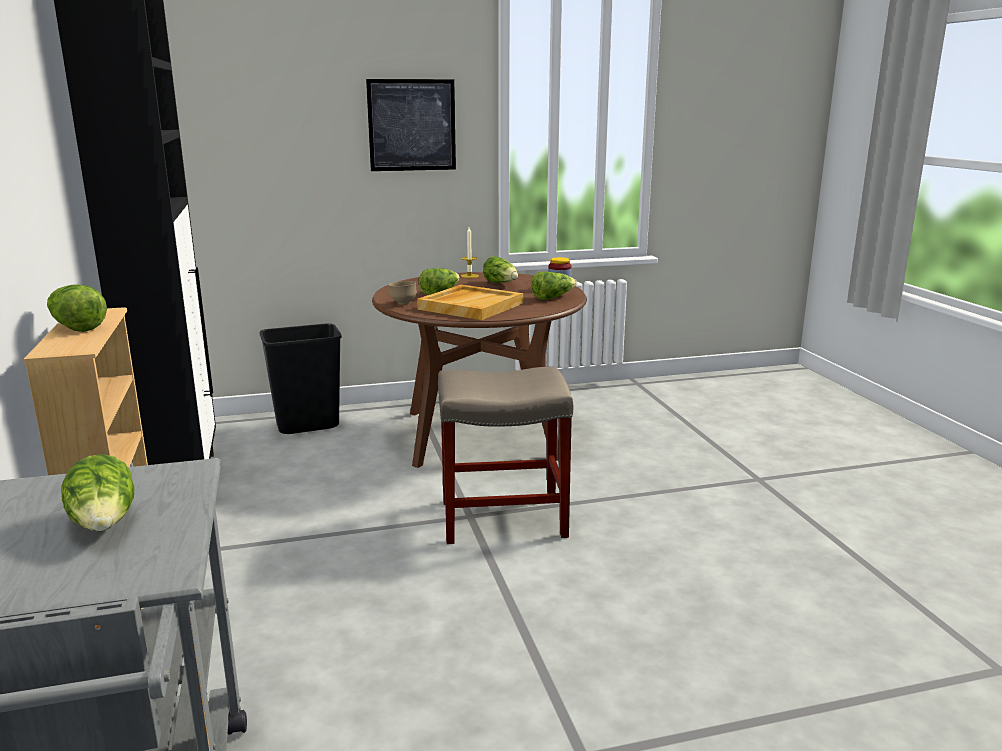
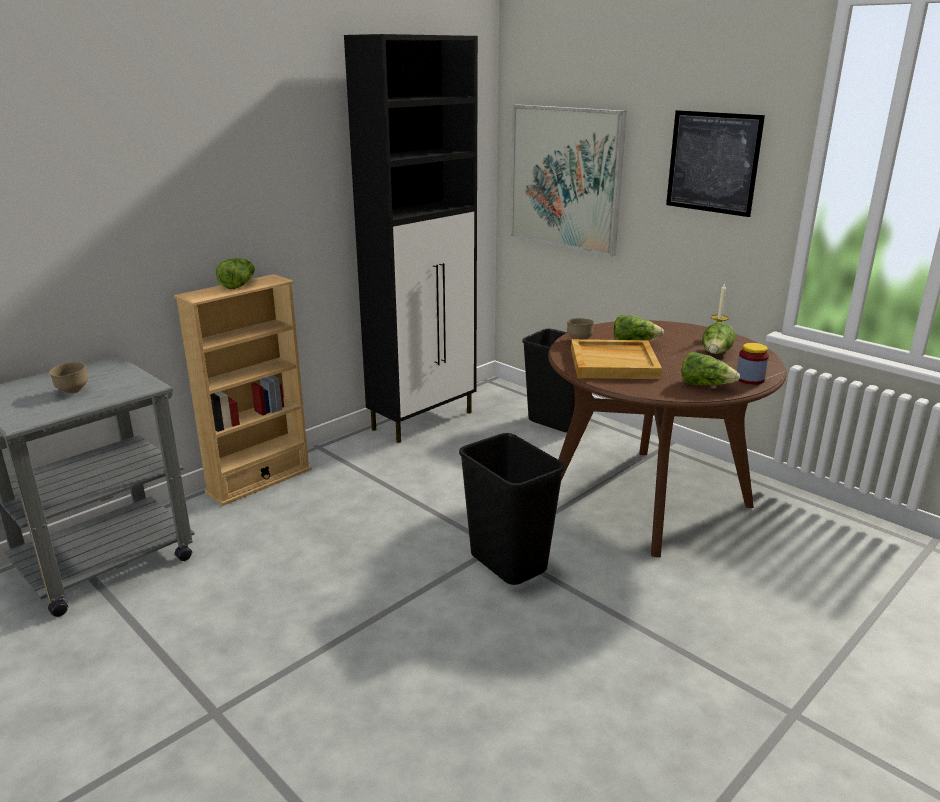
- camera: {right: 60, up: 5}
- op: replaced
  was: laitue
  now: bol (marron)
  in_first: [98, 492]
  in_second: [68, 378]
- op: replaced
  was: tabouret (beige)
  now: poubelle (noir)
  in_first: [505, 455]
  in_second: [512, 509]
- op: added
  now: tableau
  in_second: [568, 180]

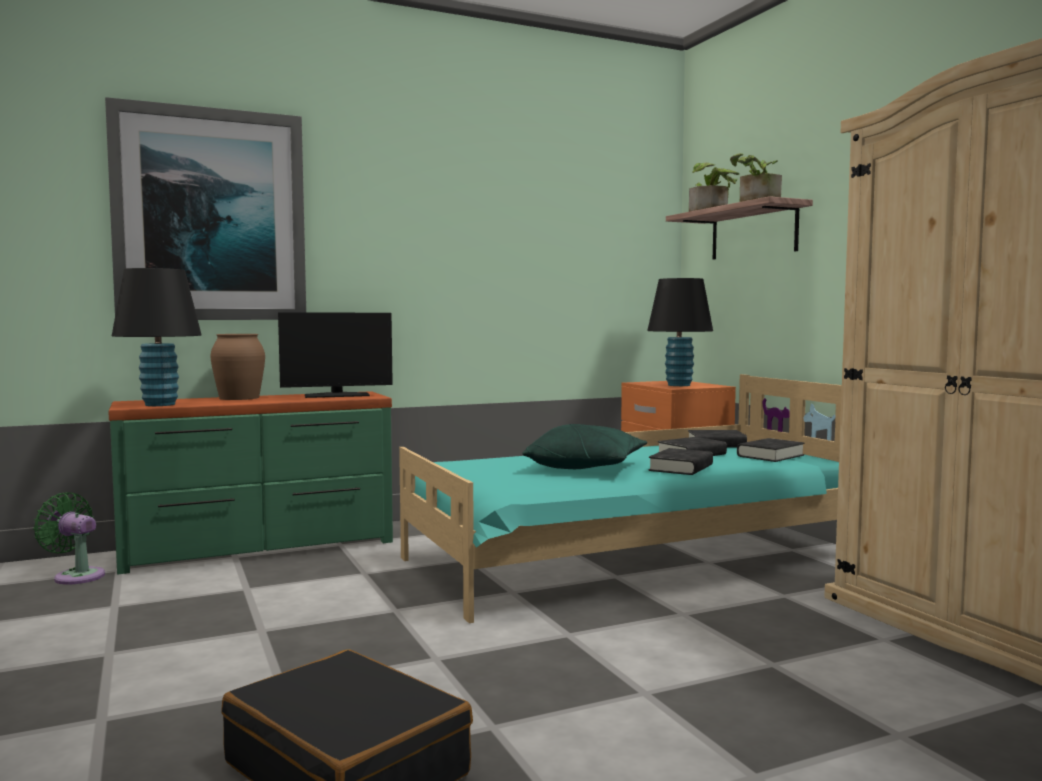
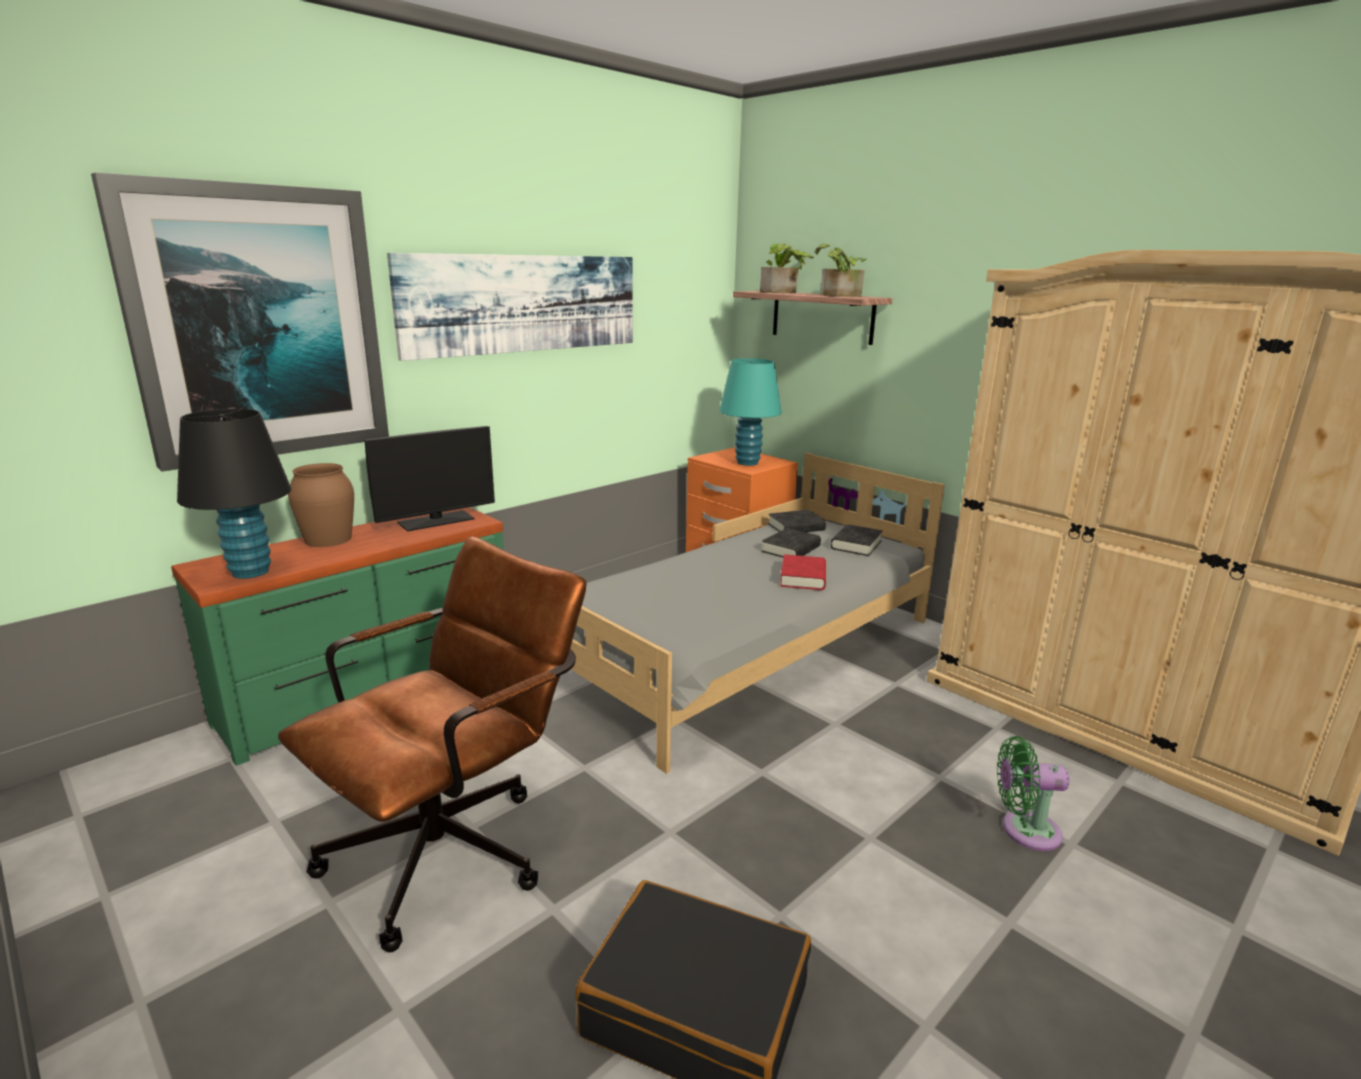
- camera: {right: -20, up: 15}
- op: moved
  was: ventilateur (vert)
  in_first: [69, 538]
  in_second: [1033, 793]
- op: recoloured
  was: lit (turquoise)
  now: lit (gris)
  in_first: [620, 498]
  in_second: [757, 613]
- op: removed
  was: coussin (vert)
  in_first: [584, 446]
- op: recoloured
  was: lampe de table (noir)
  now: lampe de table (turquoise)
  in_first: [680, 332]
  in_second: [750, 412]
- op: recoloured
  was: livre (noir)
  now: livre (rouge)
  in_first: [681, 461]
  in_second: [803, 572]
- op: added
  now: chaise de bureau (marron)
  in_second: [432, 745]
- op: added
  now: tableau
  in_second: [510, 307]

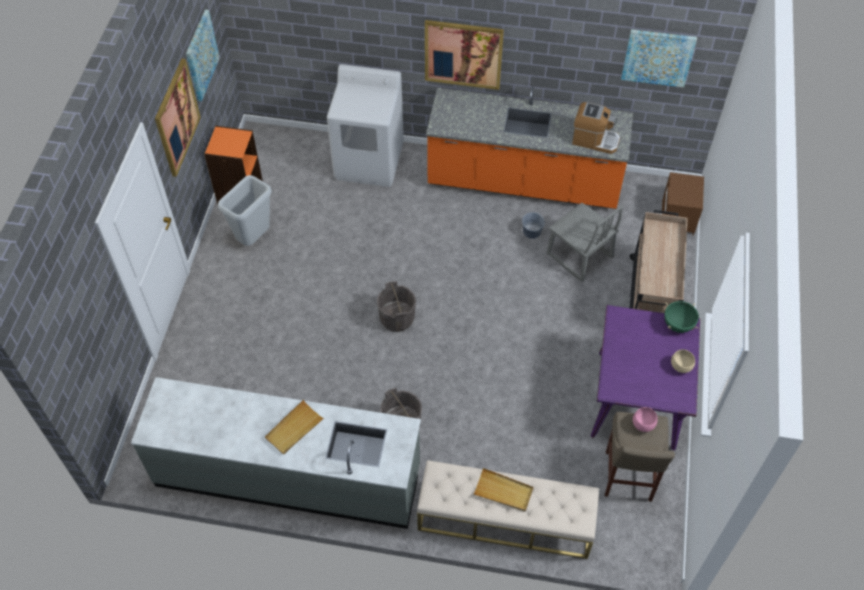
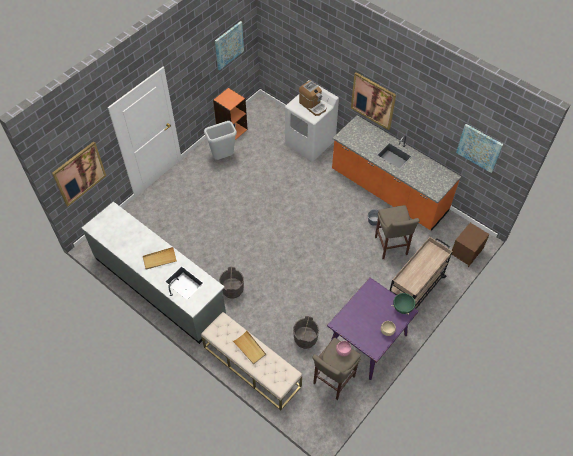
- camera: {right: 30, up: 0}
- op: moved
  was: tableau
  in_first: [178, 117]
  in_second: [79, 173]
- op: moved
  was: seau (gris)
  in_first: [396, 306]
  in_second: [306, 332]
- op: replaced
  was: chaise (gris)
  now: tabouret (beige)
  in_first: [585, 242]
  in_second: [397, 232]
- op: moved
  was: machine à café
  in_first: [596, 128]
  in_second: [313, 98]

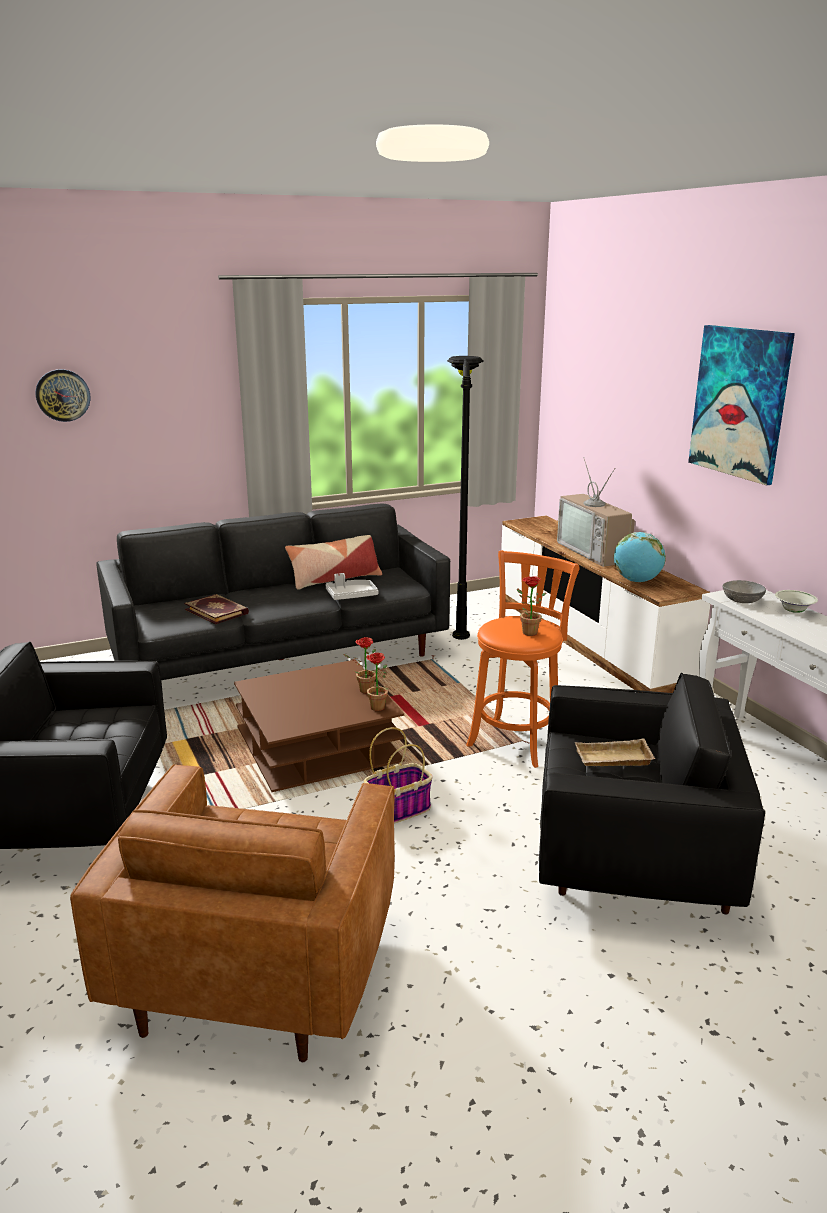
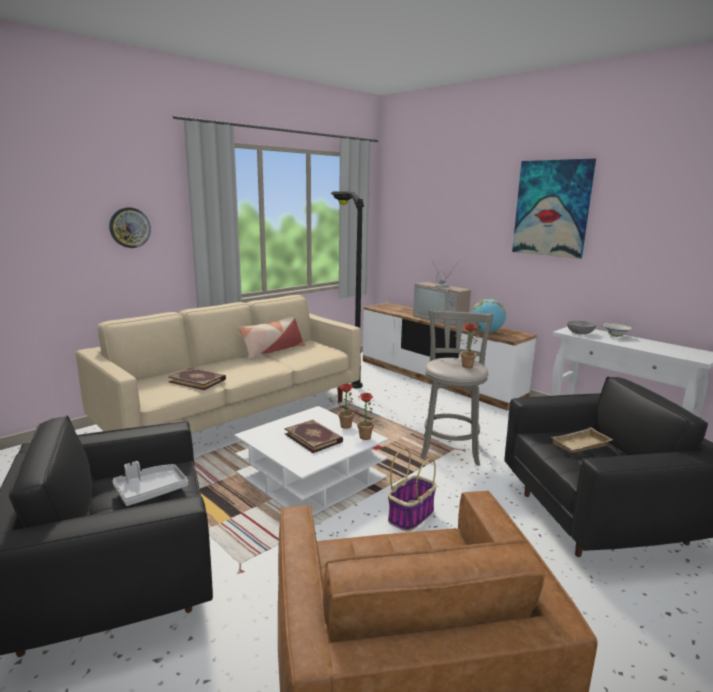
- camera: {right: -20, up: -5}
- op: moved
  was: horloge murale
  in_first: [62, 395]
  in_second: [130, 227]
- op: recoloured
  was: canapé (noir)
  now: canapé (beige)
  in_first: [273, 592]
  in_second: [218, 364]
- op: recoloured
  was: table basse (marron)
  now: table basse (blanc)
  in_first: [319, 726]
  in_second: [311, 461]
- op: moved
  was: plateau (gris)
  in_first: [352, 586]
  in_second: [150, 483]
- op: recoloured
  was: tabouret (orange)
  now: tabouret (gris)
  in_first: [523, 659]
  in_second: [456, 388]
- op: added
  now: livre
  in_second: [313, 436]

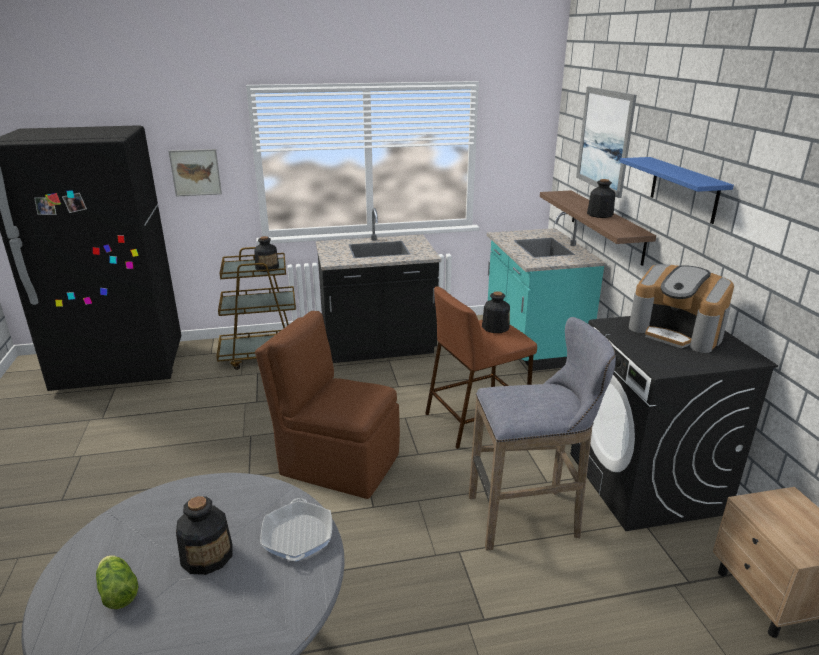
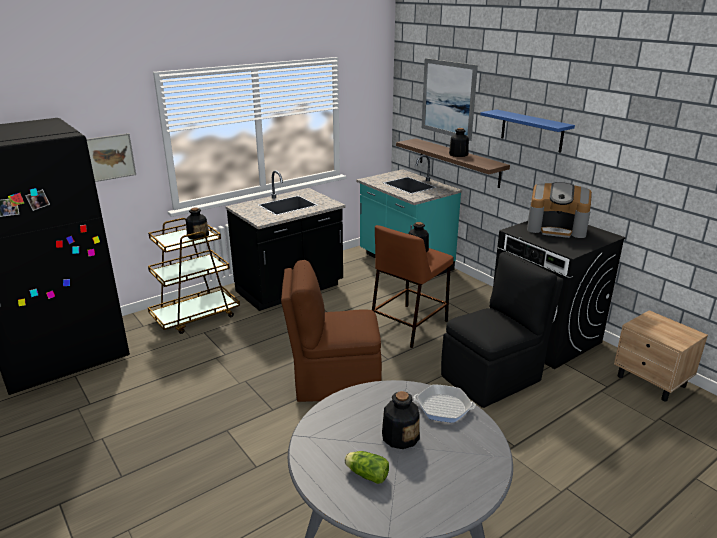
- camera: {right: -25, up: 0}
- op: turned
  was: poêle
  in_first: [296, 529]
  in_second: [444, 403]
  clockwise: -45
- op: replaced
  was: tabouret (gris)
  now: chaise (noir)
  in_first: [542, 434]
  in_second: [502, 330]

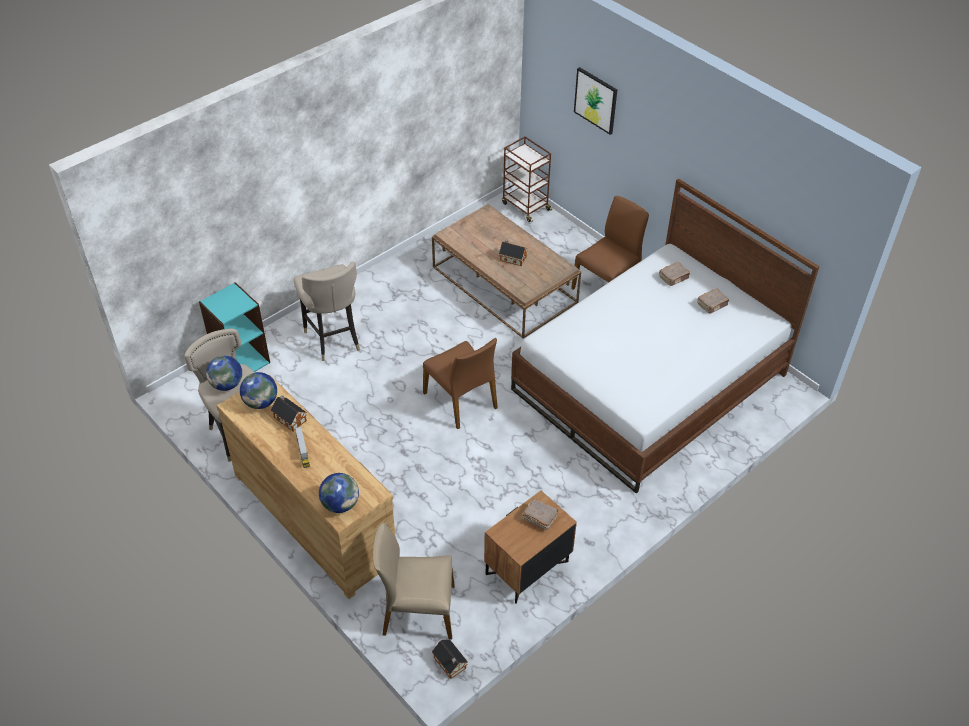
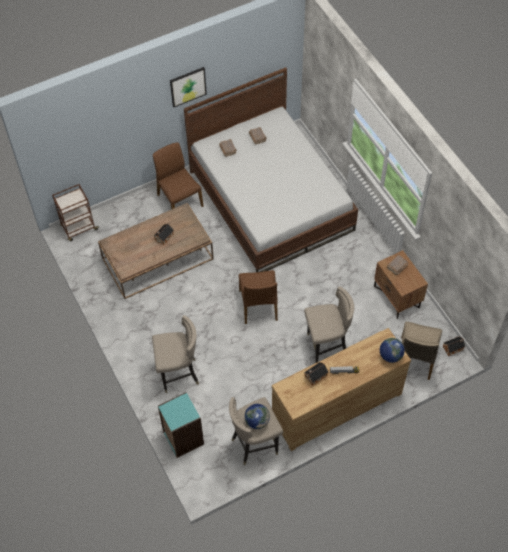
- camera: {right: -75, up: 10}
- op: removed
  was: globe
  in_first: [258, 390]
- op: turned
  was: chaise (marron)
  in_first: [460, 383]
  in_second: [258, 297]
  clockwise: 105
- op: moved
  was: tableau
  in_first: [595, 101]
  in_second: [188, 87]
- op: added
  now: tabouret (beige)
  in_second: [329, 324]

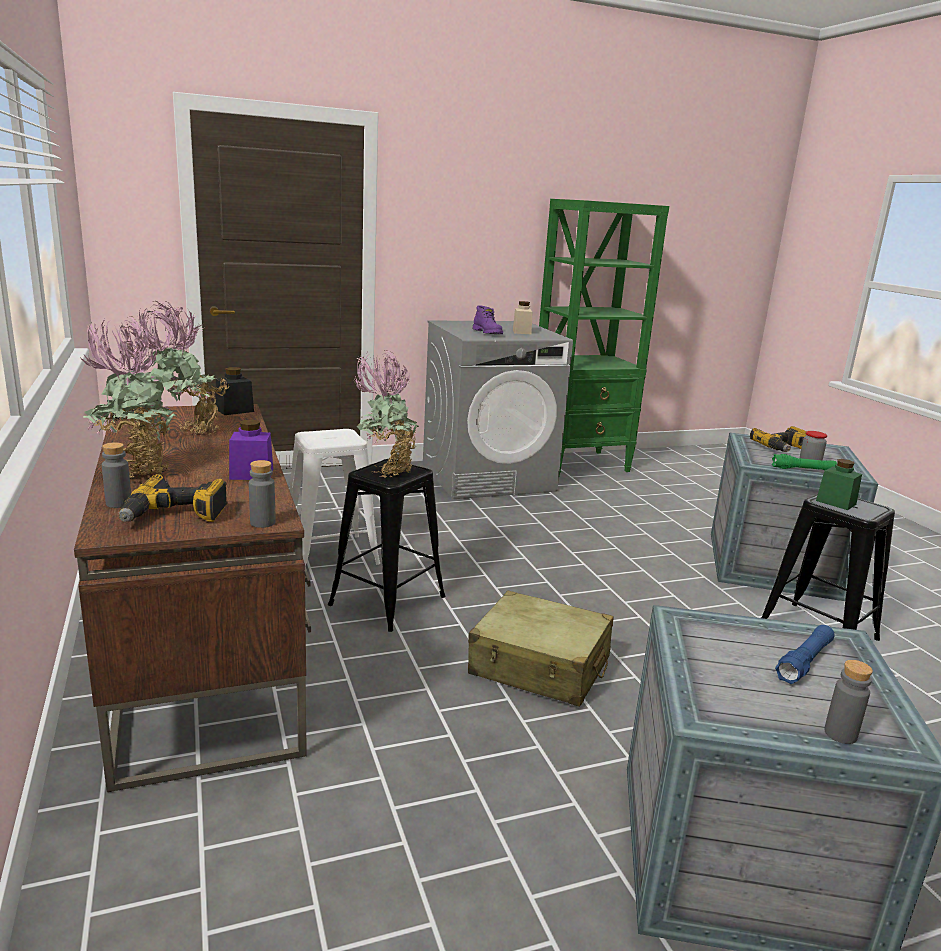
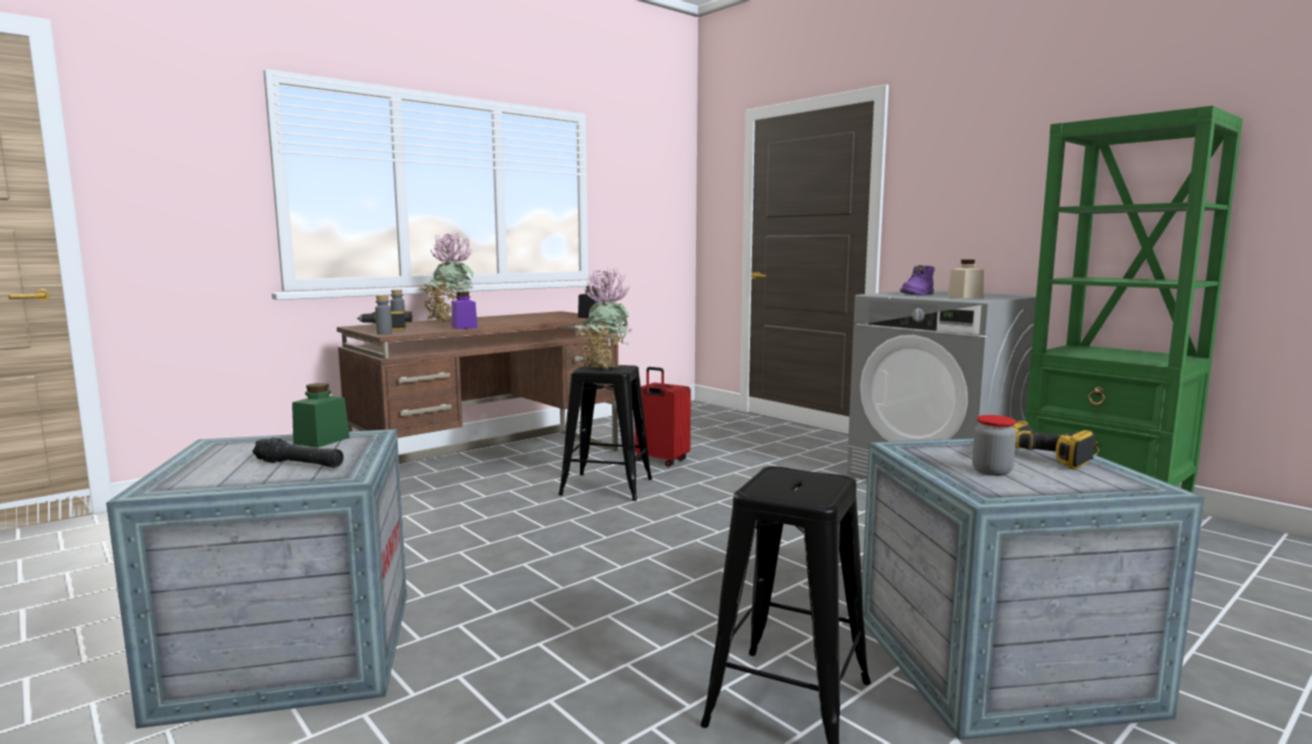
- camera: {right: 70, up: -10}
- op: removed
  was: plante en pot
  in_first: [184, 367]
- op: replaced
  was: tabouret (blanc)
  now: valise (rouge)
  in_first: [335, 497]
  in_second: [663, 417]
- op: removed
  was: valise (beige)
  in_first: [540, 649]
- op: removed
  was: lampe de poche (vert)
  in_first: [804, 462]
- op: recoloured
  was: lampe de poche (bleu)
  now: lampe de poche (noir)
  in_first: [805, 654]
  in_second: [298, 453]
- op: moved
  was: bocal (vert)
  in_first: [839, 484]
  in_second: [321, 415]
- op: removed
  was: bouteille (gris)
  in_first: [848, 702]

